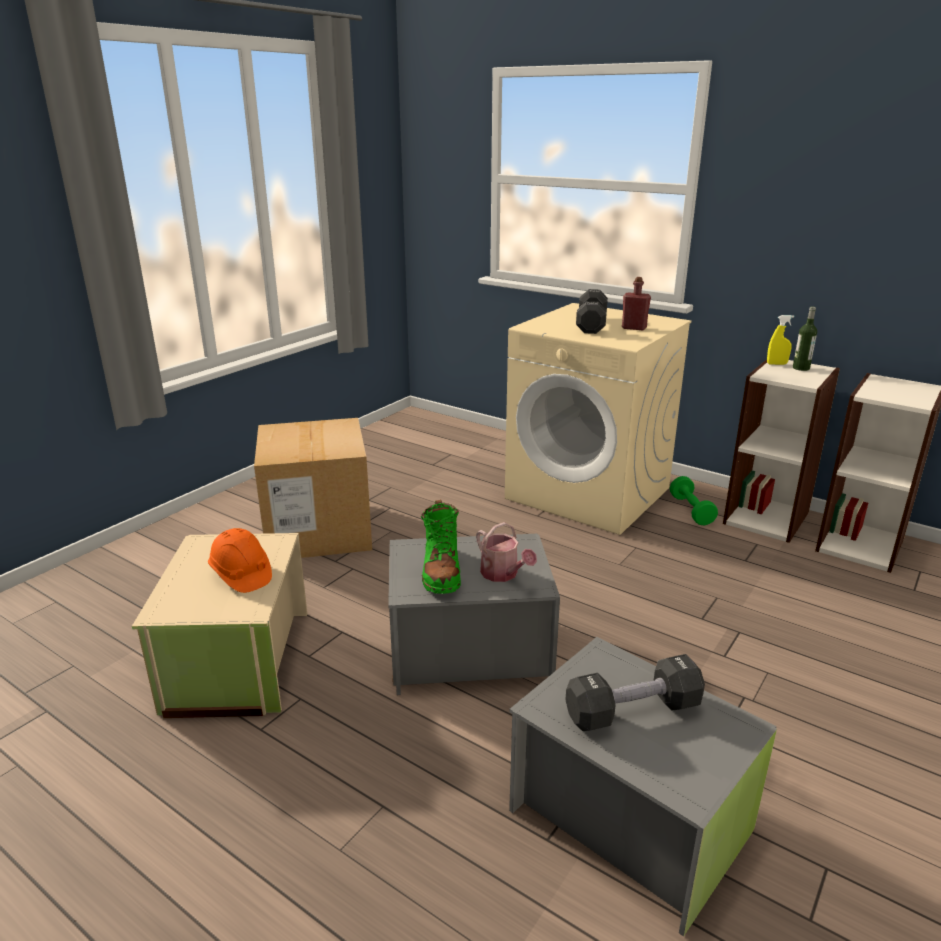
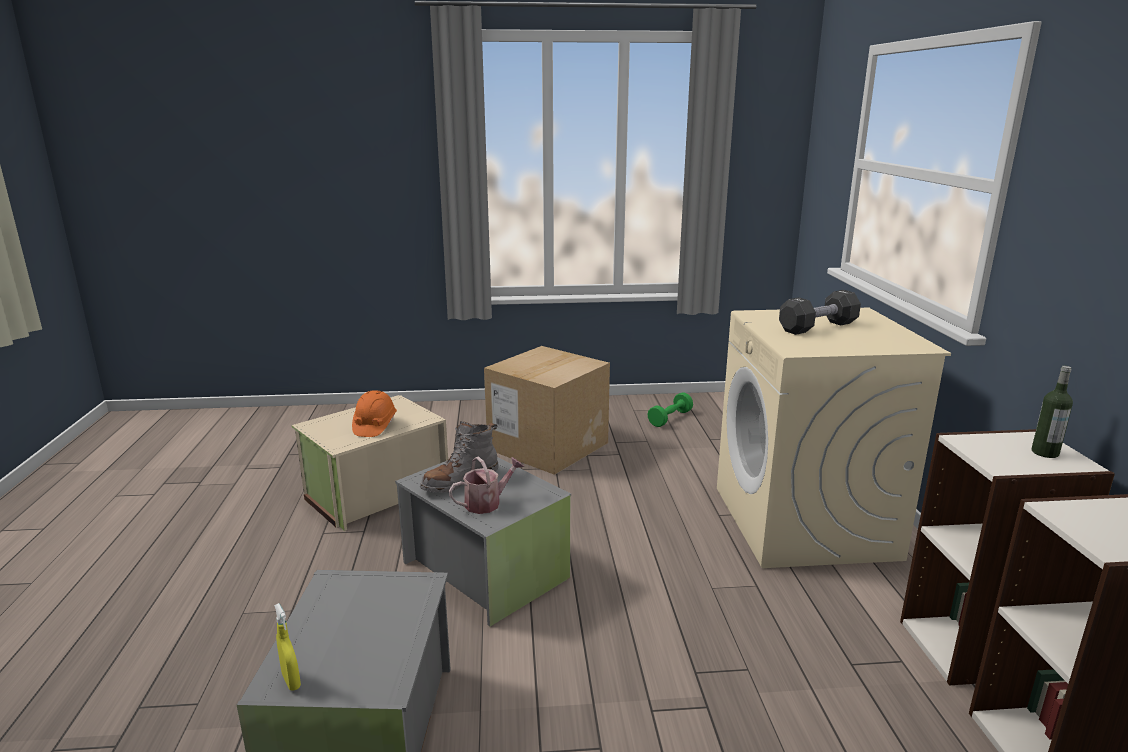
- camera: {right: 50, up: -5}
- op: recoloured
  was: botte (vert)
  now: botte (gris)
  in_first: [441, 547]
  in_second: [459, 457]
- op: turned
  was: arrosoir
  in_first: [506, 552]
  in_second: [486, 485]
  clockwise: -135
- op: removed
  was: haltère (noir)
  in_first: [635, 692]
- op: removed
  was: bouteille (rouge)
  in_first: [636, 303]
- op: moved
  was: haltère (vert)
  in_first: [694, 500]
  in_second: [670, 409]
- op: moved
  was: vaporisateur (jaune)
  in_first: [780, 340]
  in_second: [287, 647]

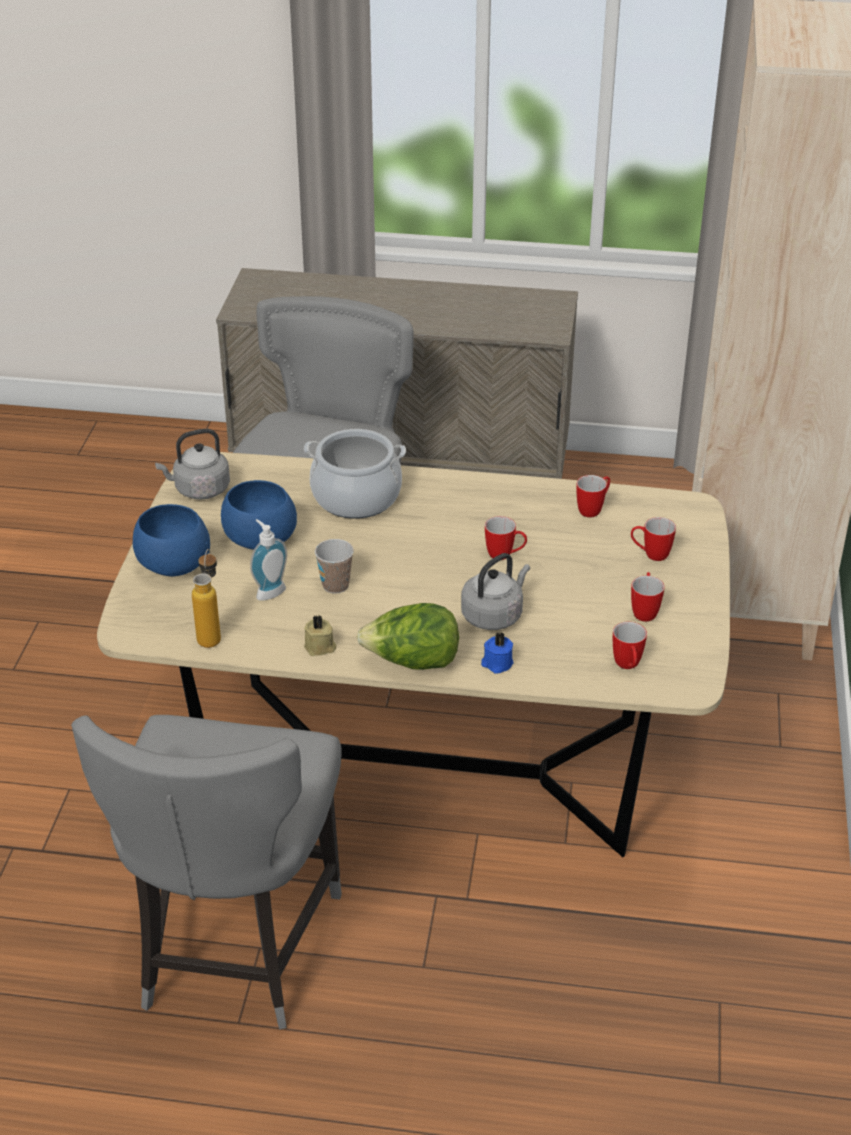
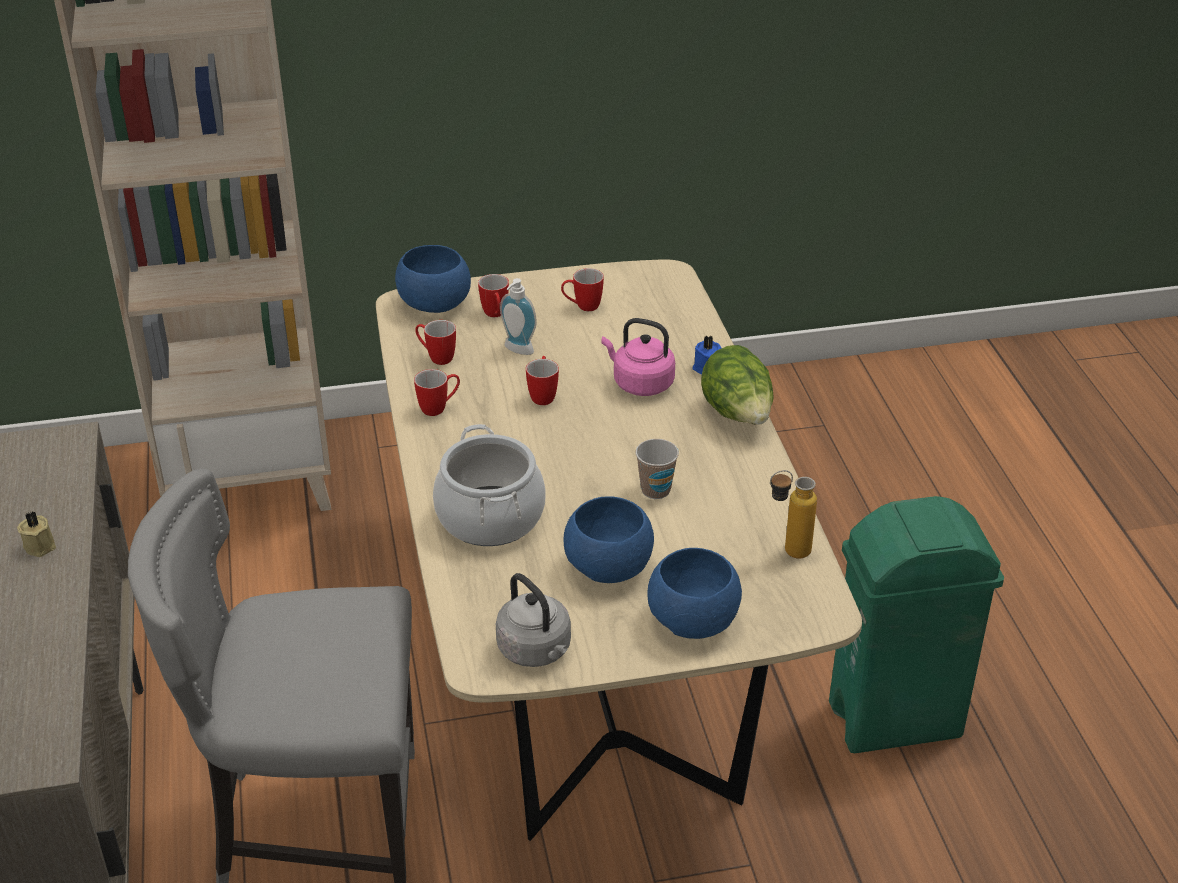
- camera: {right: -110, up: 0}
- op: replaced
  was: chaise (gris)
  now: poubelle (vert)
  in_first: [206, 872]
  in_second: [916, 624]
- op: moved
  was: distributeur de savon
  in_first: [268, 560]
  in_second: [518, 316]
- op: moved
  was: bougie (beige)
  in_first: [320, 636]
  in_second: [36, 534]
- op: recoloured
  was: bouilloire (gris)
  now: bouilloire (rose)
  in_first: [495, 591]
  in_second: [638, 357]
- op: moved
  was: mug
  in_first: [630, 645]
  in_second: [437, 392]
- op: added
  now: bol (bleu)
  in_second: [433, 279]

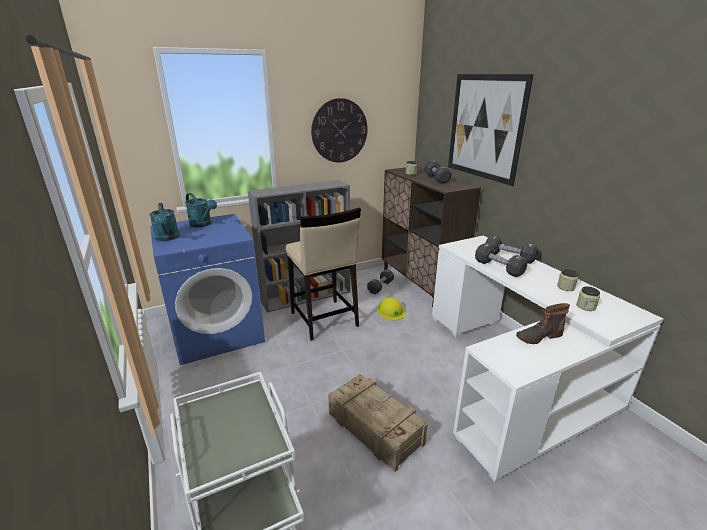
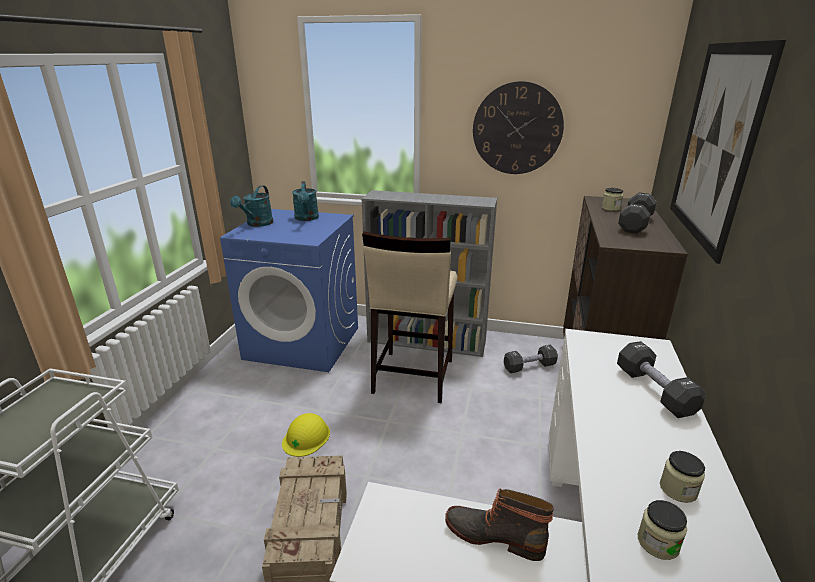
- camera: {right: 40, up: 0}
- op: moved
  was: casque de chantier (jaune)
  in_first: [391, 308]
  in_second: [306, 435]
- op: removed
  was: haltère (noir)
  in_first: [501, 260]

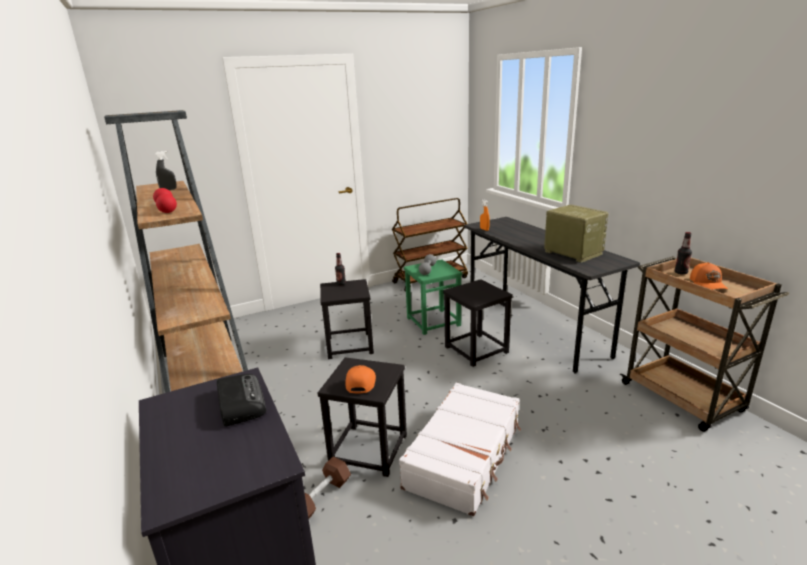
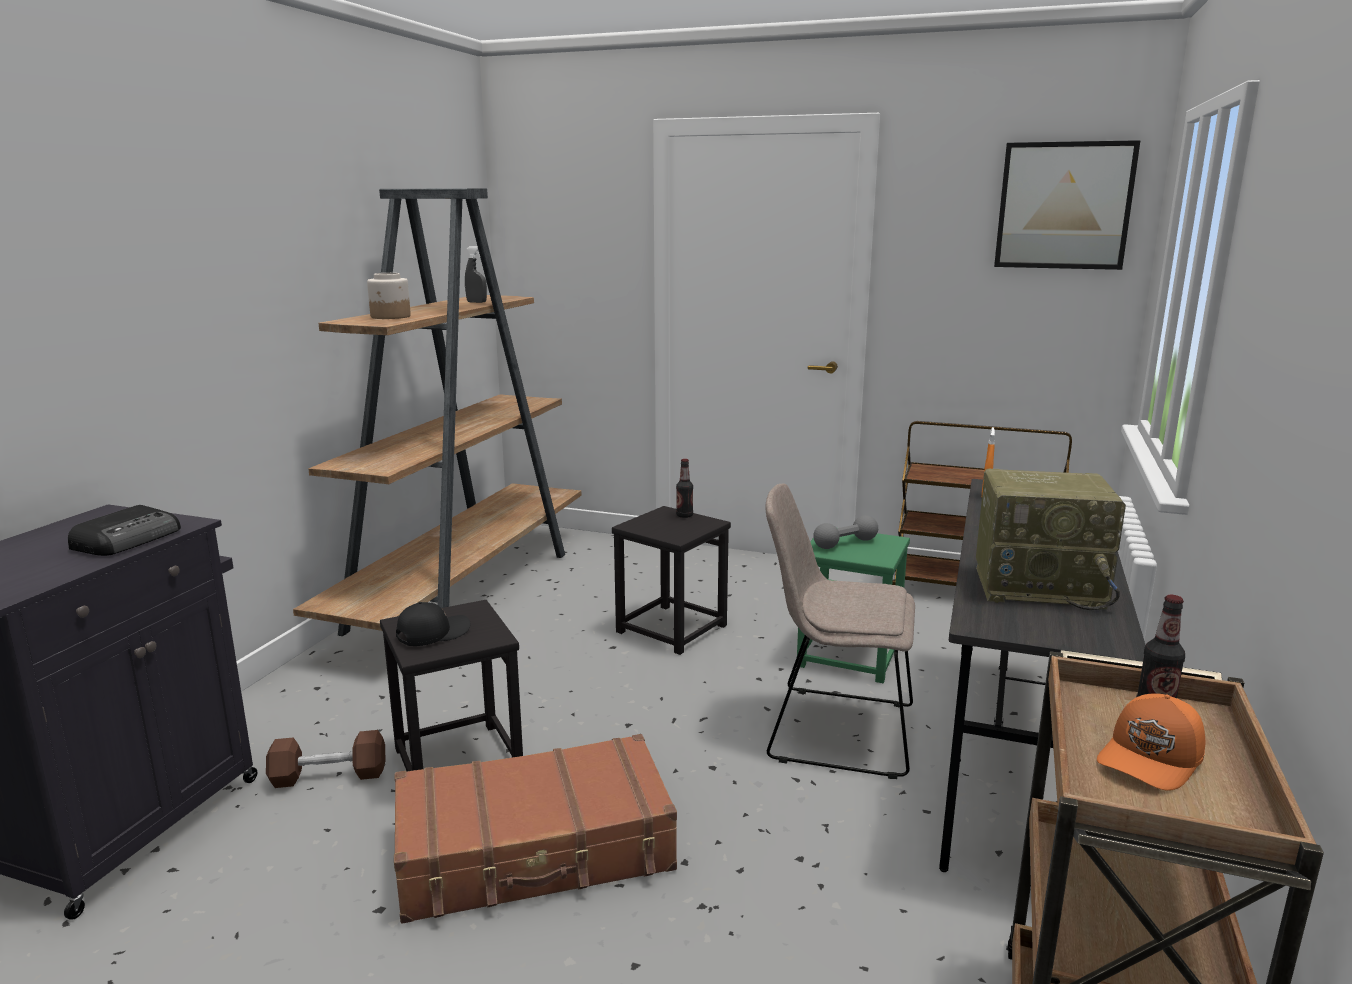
- camera: {right: 45, up: -5}
- op: replaced
  was: haltère (rouge)
  now: bocal
  in_first: [165, 200]
  in_second: [389, 296]
- op: recoloured
  was: casquette (orange)
  now: casquette (noir)
  in_first: [361, 379]
  in_second: [433, 624]
- op: recoloured
  was: valise (blanc)
  now: valise (marron)
  in_first: [460, 449]
  in_second: [535, 829]
- op: replaced
  was: tabouret (noir)
  now: chaise (beige)
  in_first: [478, 323]
  in_second: [840, 631]
- op: turned
  was: radio
  in_first: [576, 234]
  in_second: [1051, 539]
  clockwise: 90
- op: added
  now: tableau
  in_second: [1067, 205]

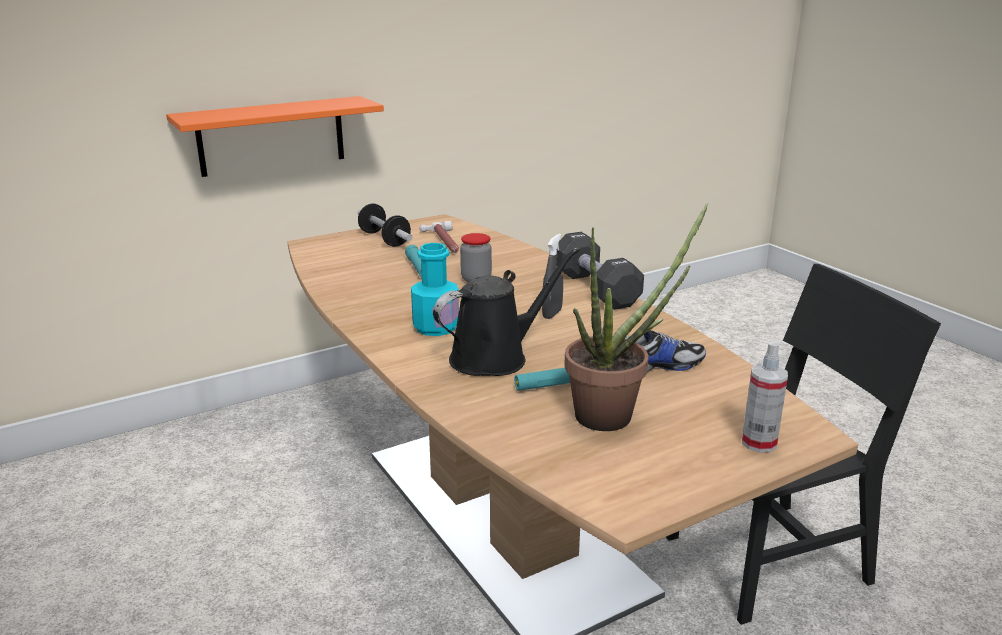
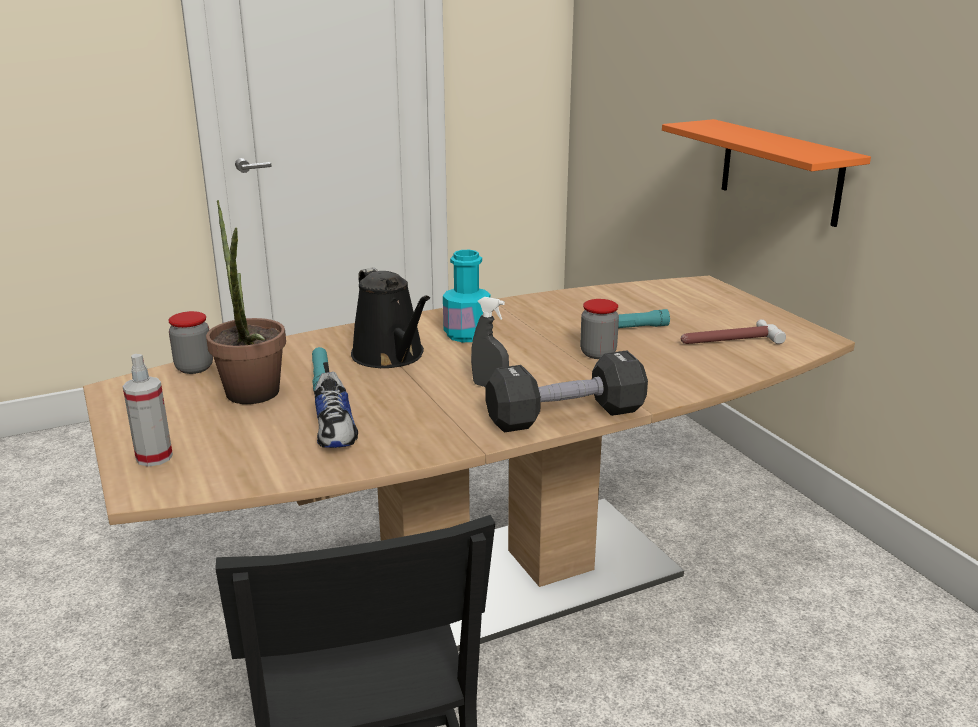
- camera: {right: 95, up: 0}
- op: removed
  was: haltère
  in_first: [385, 225]
- op: added
  now: bocal
  in_second: [190, 342]

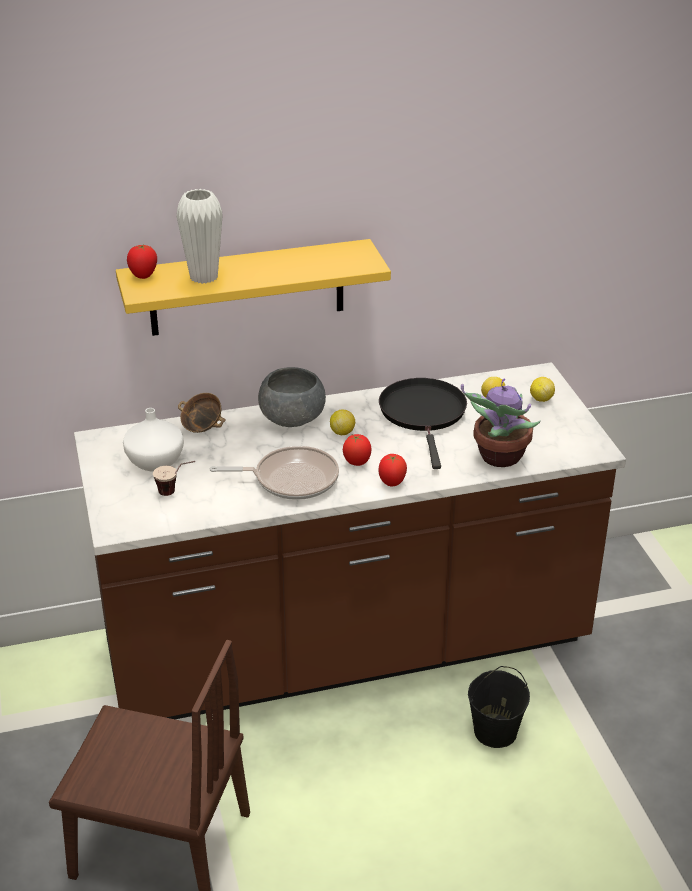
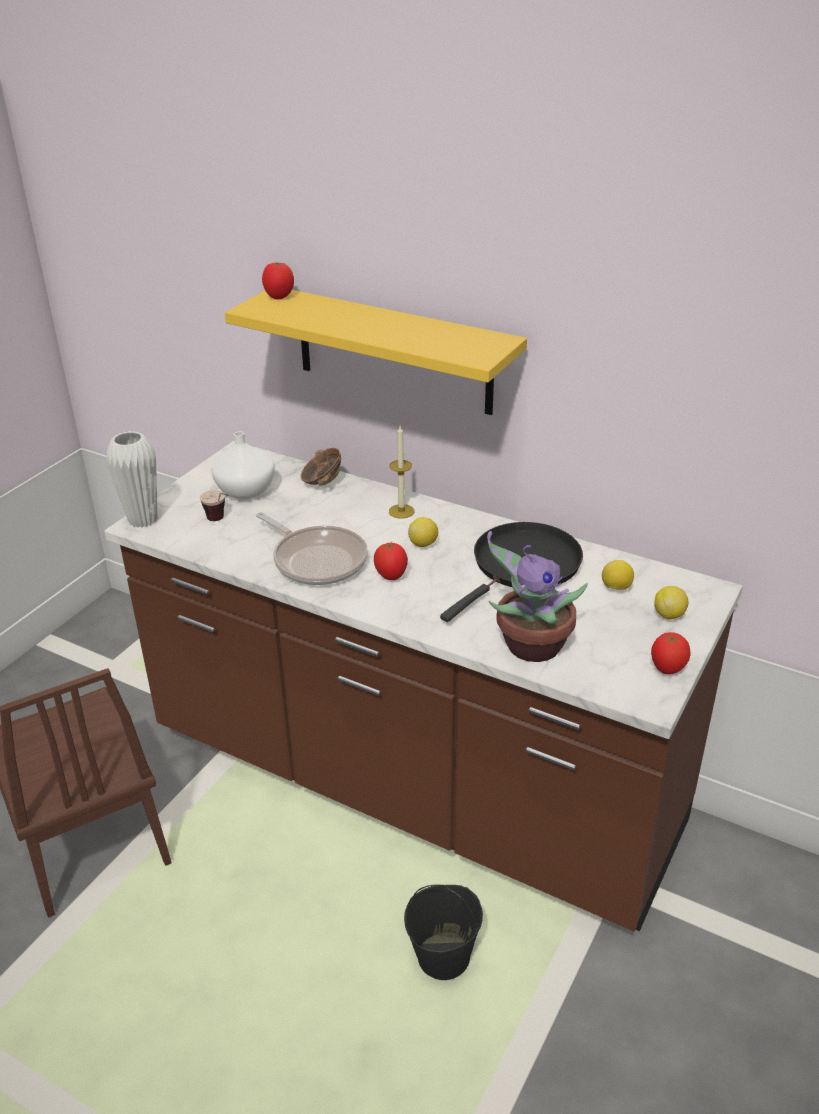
- camera: {right: 45, up: 0}
- op: moved
  was: vase (blanc)
  in_first: [200, 236]
  in_second: [131, 479]
- op: replaced
  was: bol (gris)
  now: bougie
  in_first: [292, 397]
  in_second: [402, 472]
- op: moved
  was: tomate
  in_first: [392, 470]
  in_second: [670, 653]

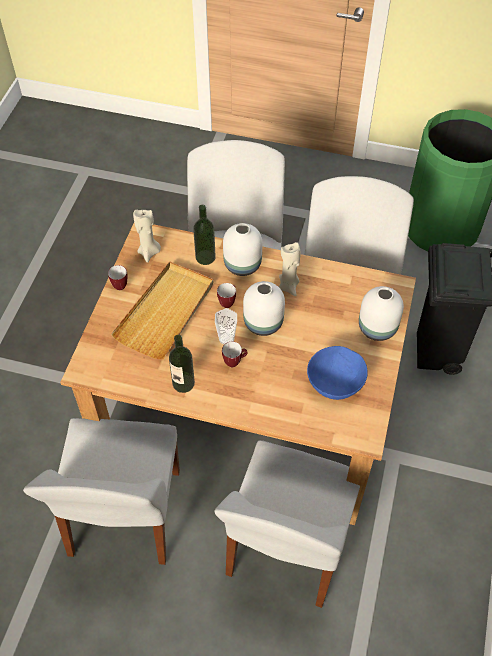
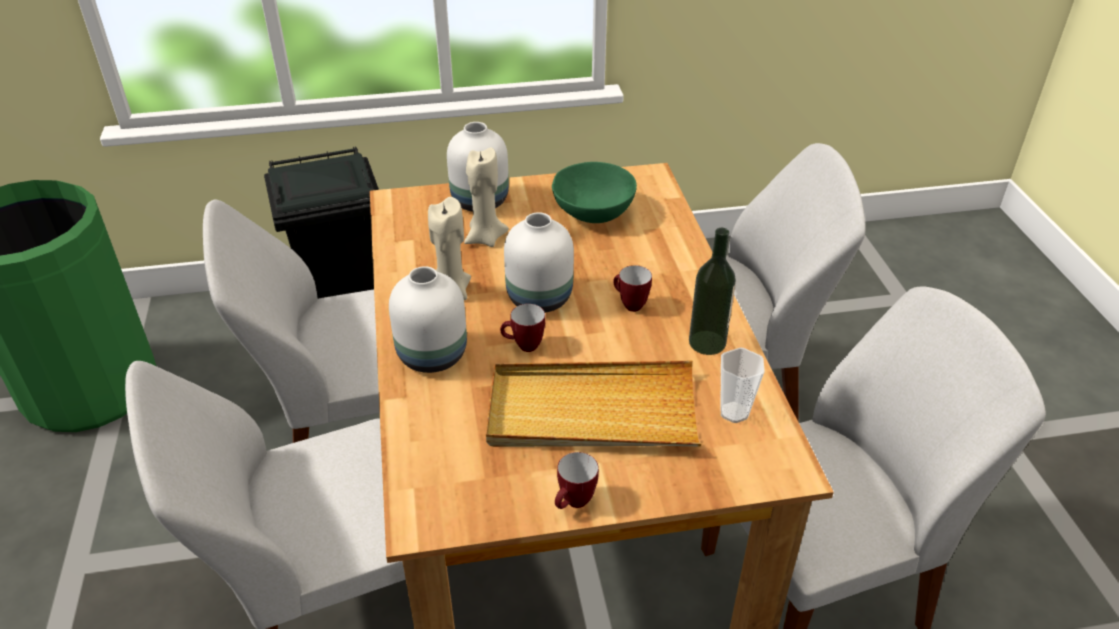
- camera: {right: -115, up: -15}
- op: moved
  was: bougie (beige)
  in_first: [147, 236]
  in_second: [486, 197]
- op: removed
  was: bouteille
  in_first: [204, 235]
- op: moved
  was: tasse
  in_first: [226, 326]
  in_second: [742, 385]
- op: recoloured
  was: bol (bleu)
  now: bol (vert)
  in_first: [337, 373]
  in_second: [594, 192]

